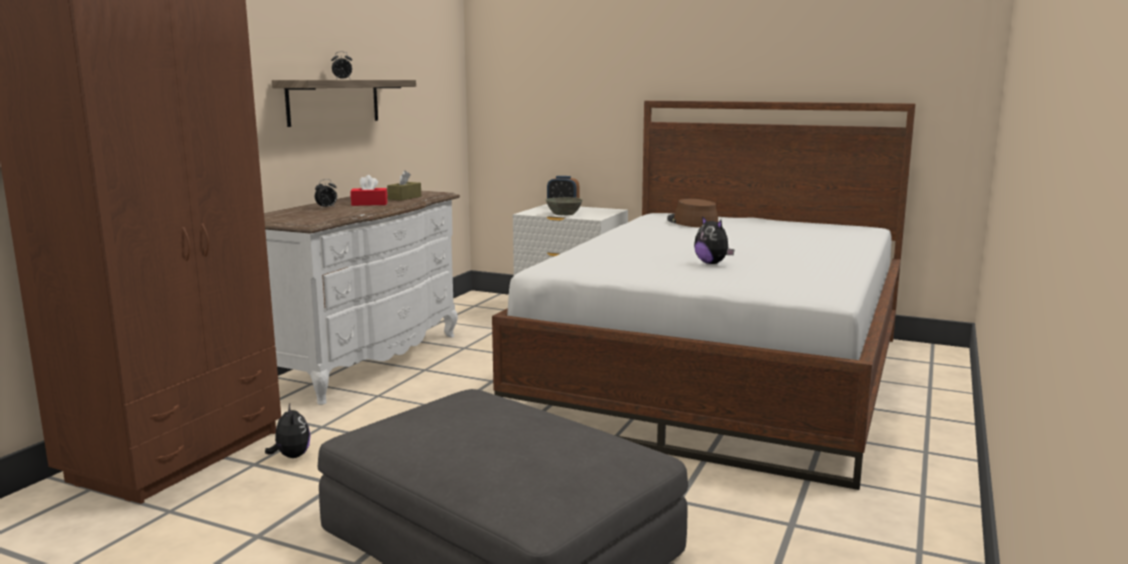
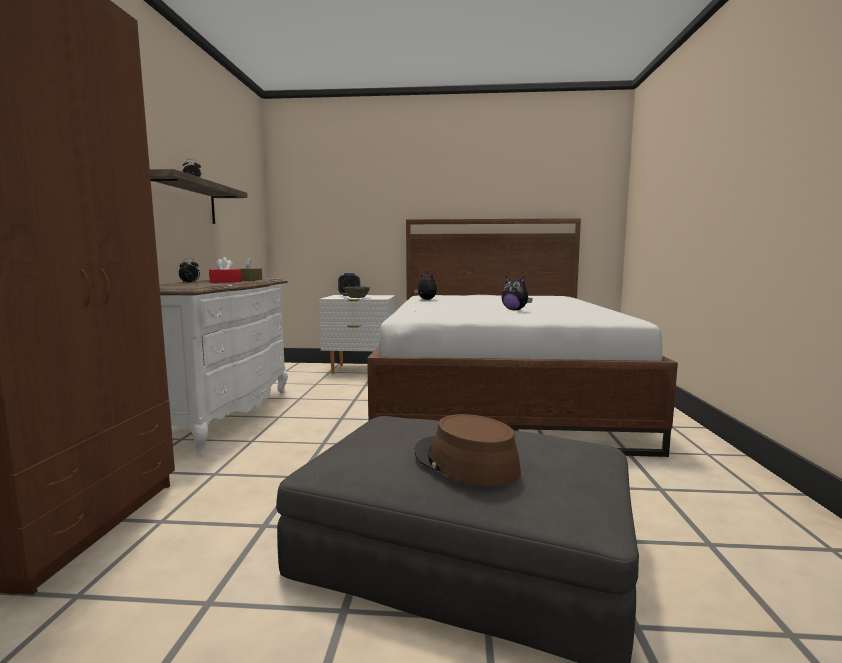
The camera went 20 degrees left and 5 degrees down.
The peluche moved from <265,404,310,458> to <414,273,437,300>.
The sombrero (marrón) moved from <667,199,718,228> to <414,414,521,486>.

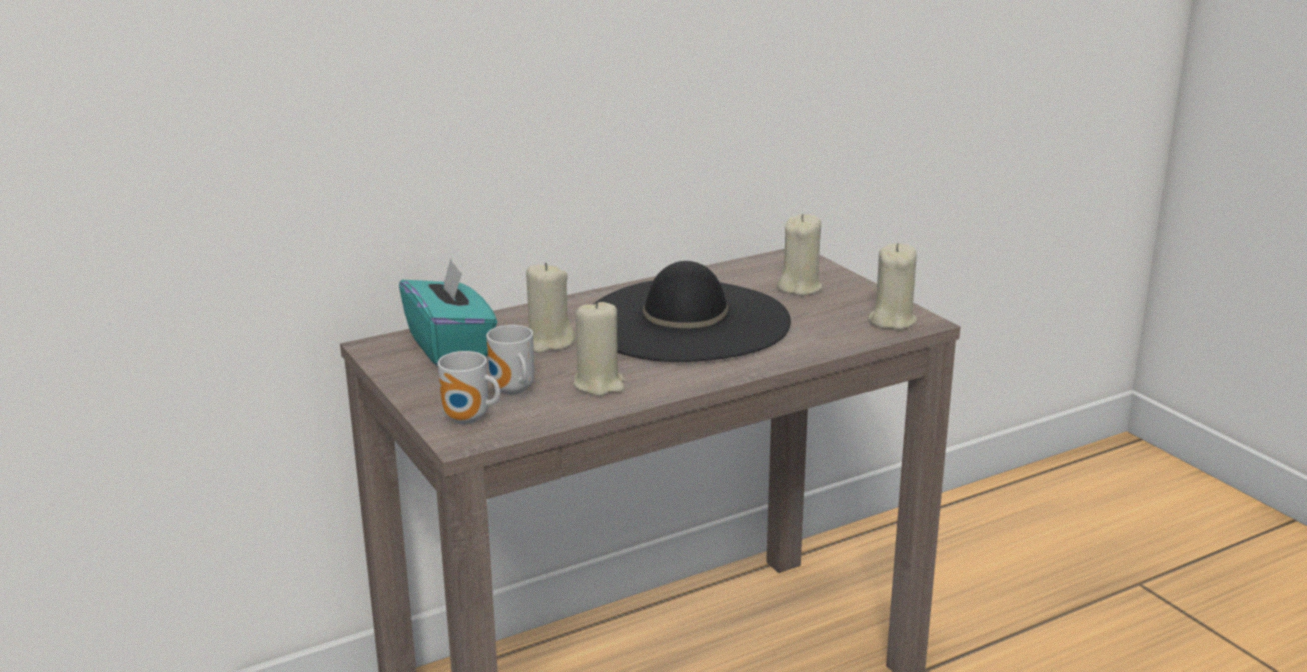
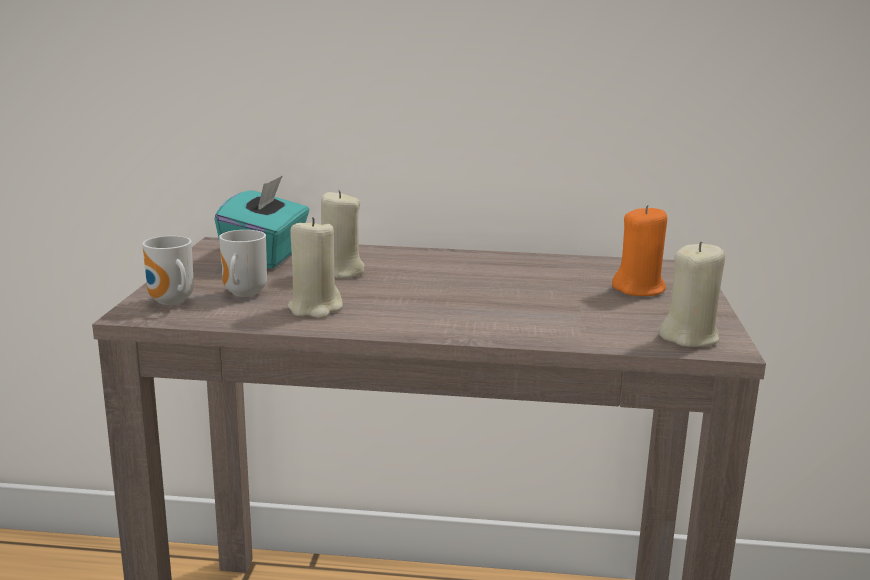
The camera went 35 degrees right and 5 degrees down.
The sombrero (negro) at <594,261,791,362> disappeared.
The vela (beis) at <777,214,823,296> became the vela (naranja) at <612,205,667,296>.

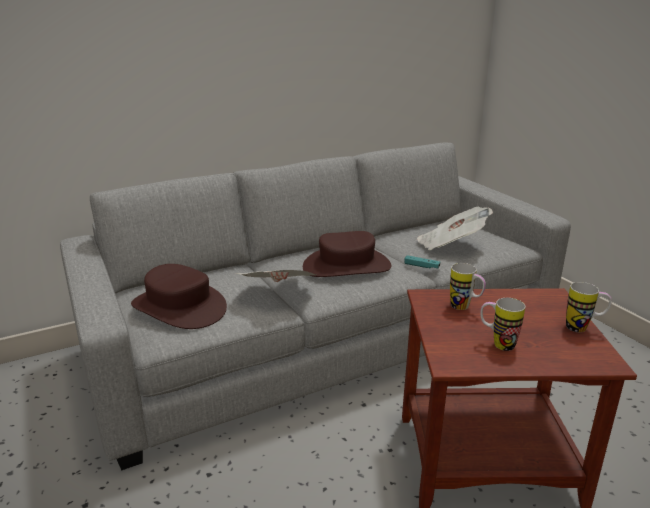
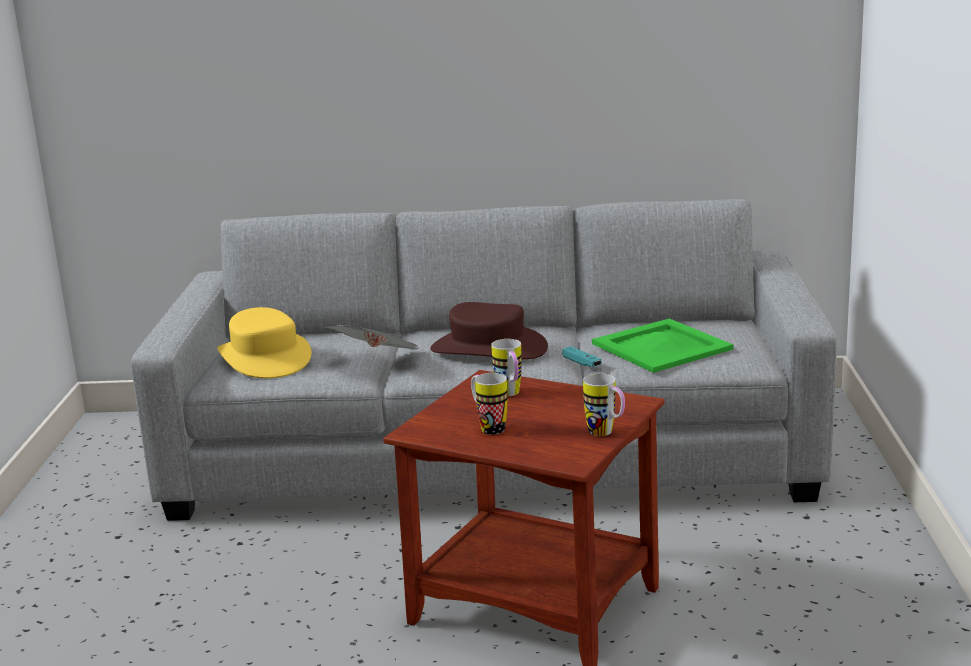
The camera went 30 degrees right and 5 degrees down.
The sombrero (marrón) at <131,264,227,329> became the sombrero (amarillo) at <217,307,311,378>.
The periódico at <417,207,493,250> was replaced by the bandeja (verde) at <592,319,733,373>.

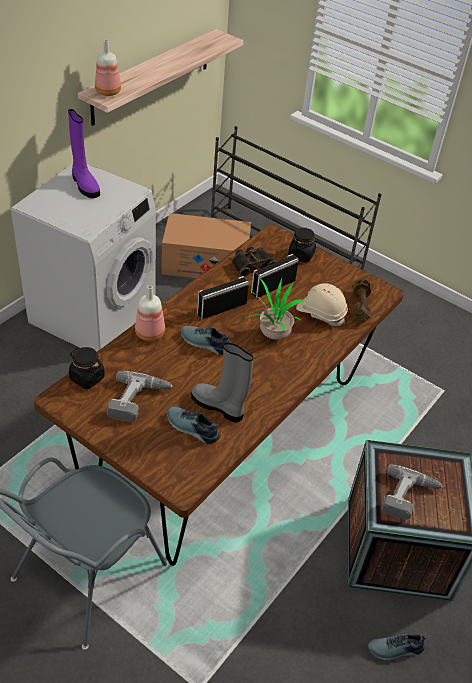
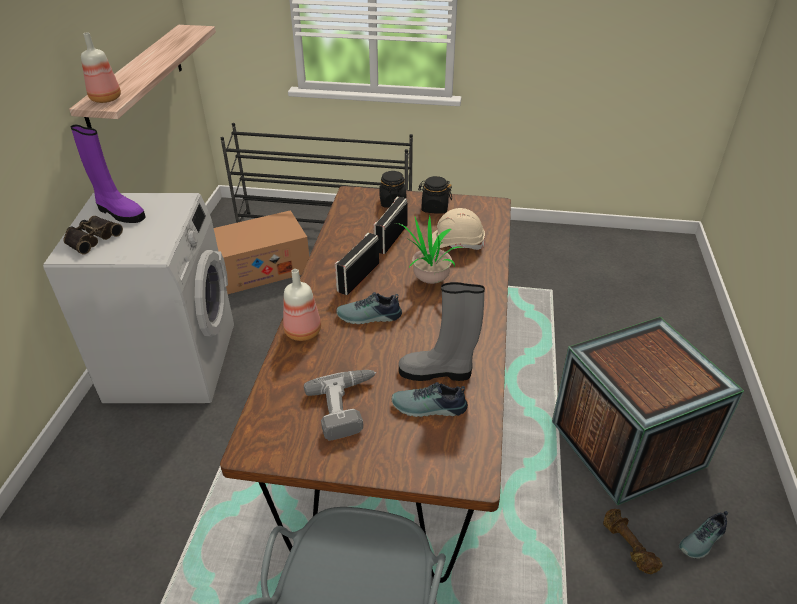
The camera went 25 degrees left and 5 degrees down.
The tarro (negro) moved from <69,347,105,389> to <418,176,452,214>.
The prismáticos moved from <232,247,276,277> to <63,216,123,255>.
The mancuerna (marrón) moved from <353,279,372,323> to <603,509,663,574>.
The taladro at <381,464,443,520> disappeared.

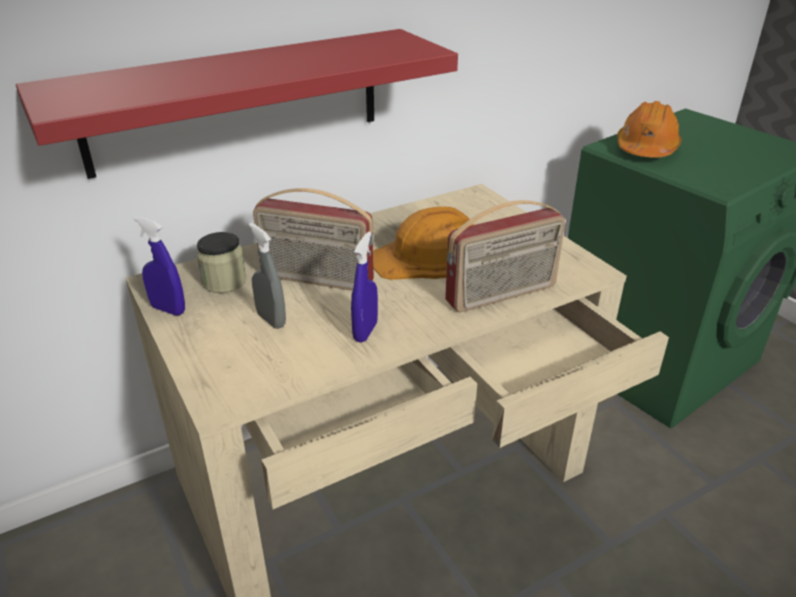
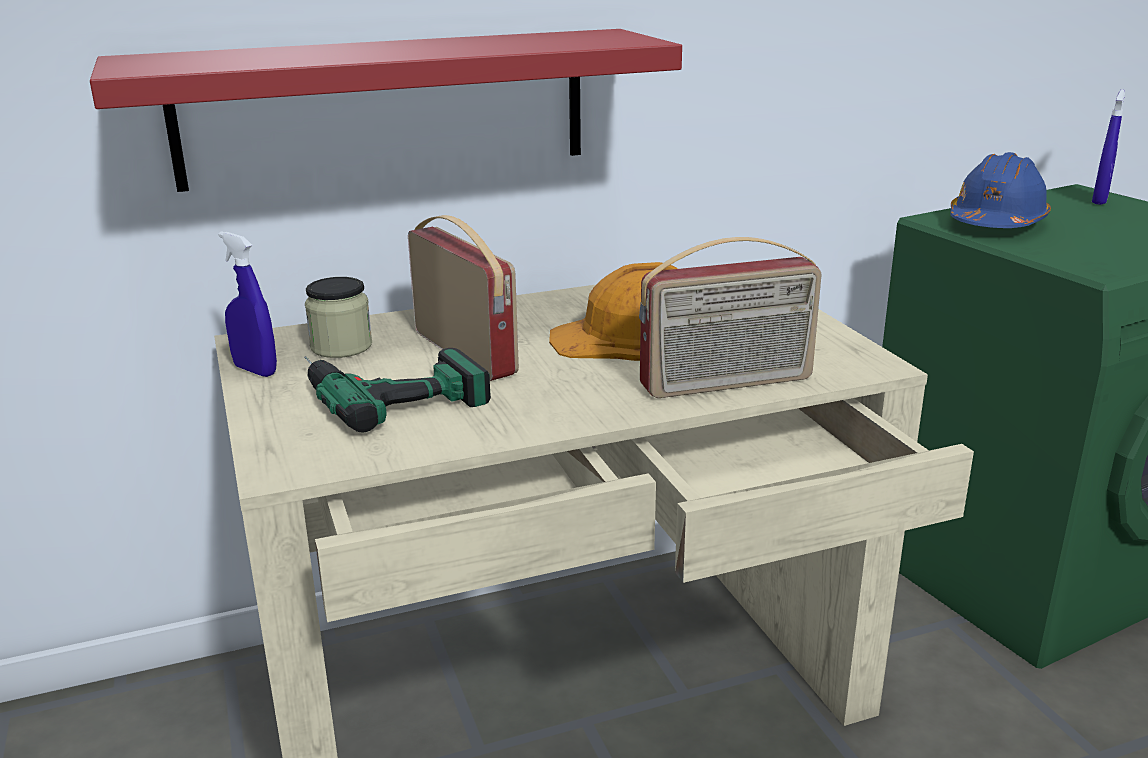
The camera went 10 degrees right and 10 degrees down.
The pulverizador (gris) at <249,223,286,329> was replaced by the taladro at <304,348,491,432>.
The radio at <253,188,374,291> turned 150 degrees counterclockwise.
The pulverizador (azul) moved from <351,231,378,343> to <1092,90,1125,205>.
The casco (naranja) at <617,101,682,157> became the casco (azul) at <950,152,1051,228>.

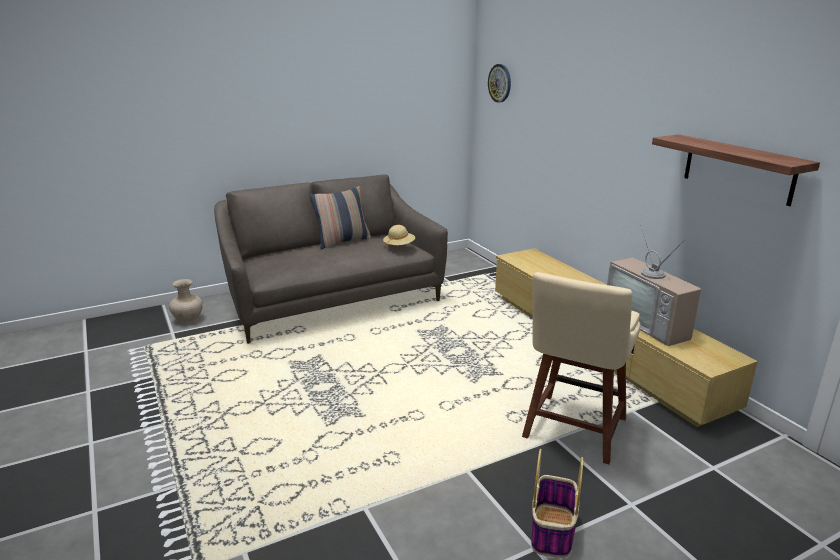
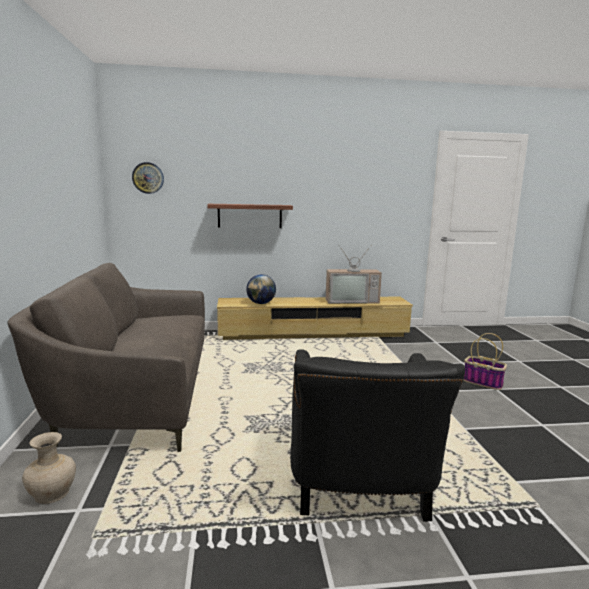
The camera went 70 degrees left and 10 degrees down.
The cojín at <310,186,371,249> disappeared.
The sombrero (beis) at <383,225,415,250> disappeared.
The taburete (beis) at <522,272,641,464> disappeared.
The estante moved from <652,134,820,206> to <207,204,293,228>.
The globo terráqueo at <246,274,276,304> appeared.
The sillón (negro) at <290,350,465,522> appeared.

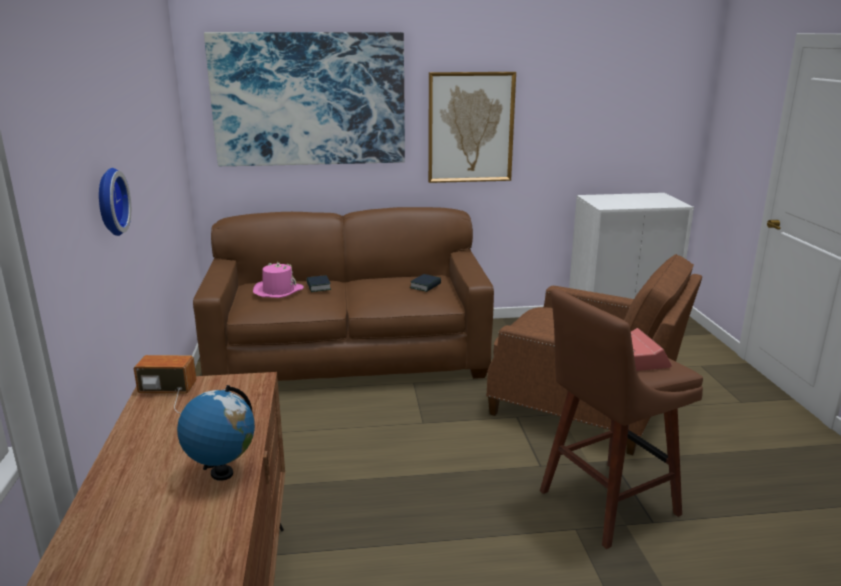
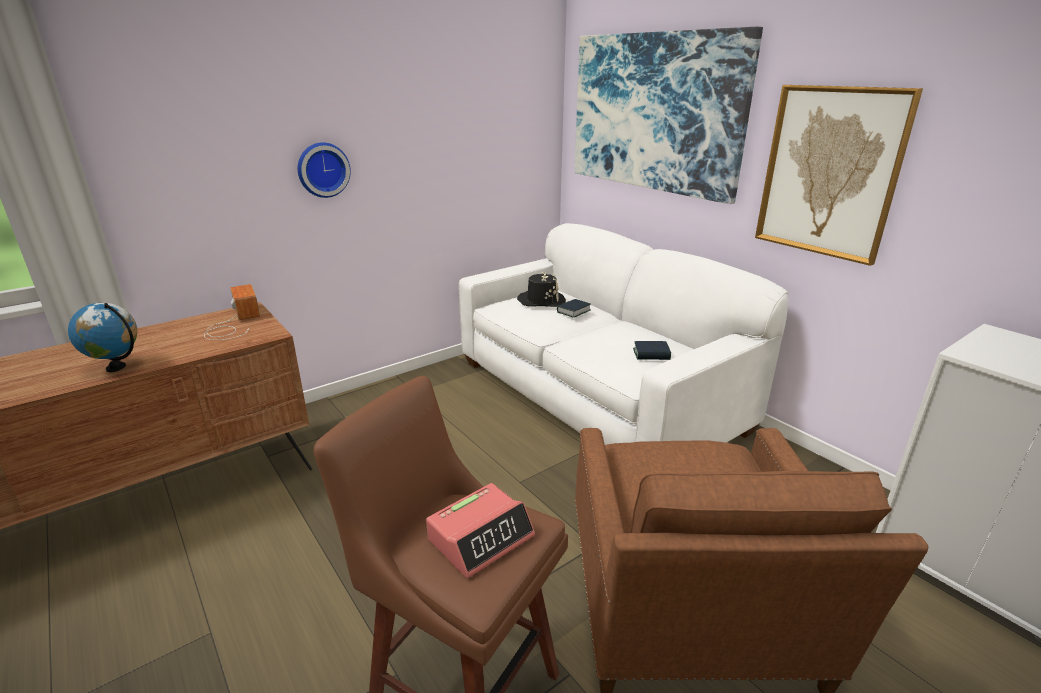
The camera went 60 degrees right and 5 degrees up.
The sofá (marrón) at <193,207,494,381> became the sofá (blanco) at <459,223,788,445>.
The sombrero (rosa) at <253,262,304,298> became the sombrero (negro) at <517,272,566,307>.

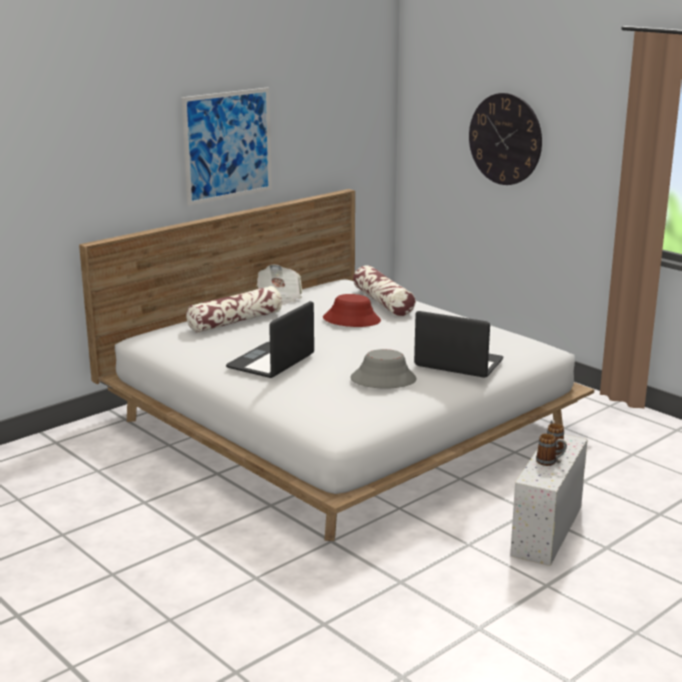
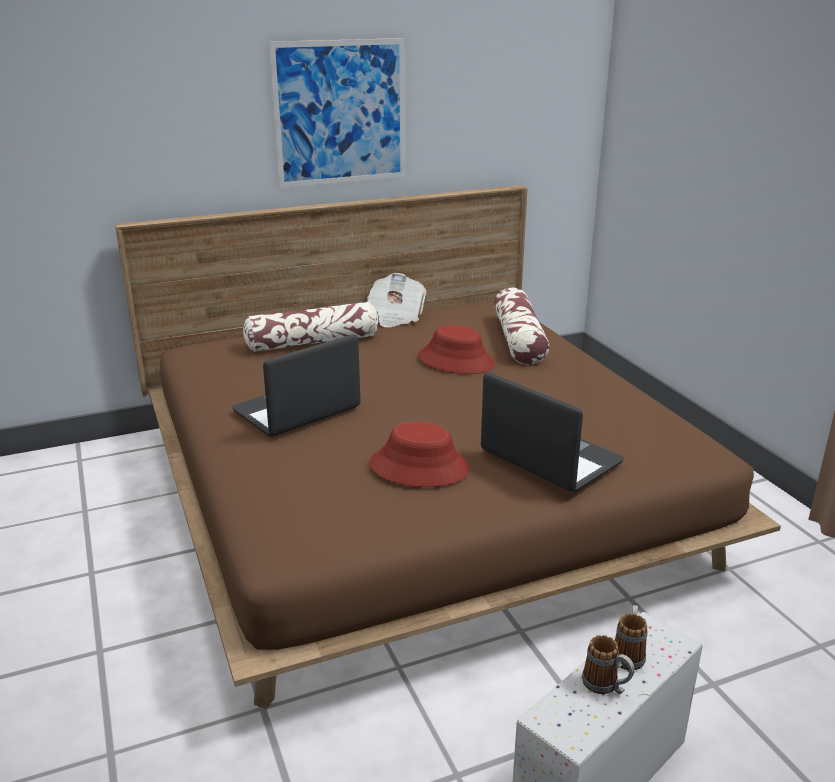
The camera went 20 degrees right and 5 degrees up.
The cama (blanco) at <79,189,595,541> became the cama (marrón) at <115,185,781,709>.
The sombrero (gris) at <350,349,417,389> became the sombrero (rojo) at <369,422,470,487>.
The reloj de pared at <469,93,542,185> disappeared.

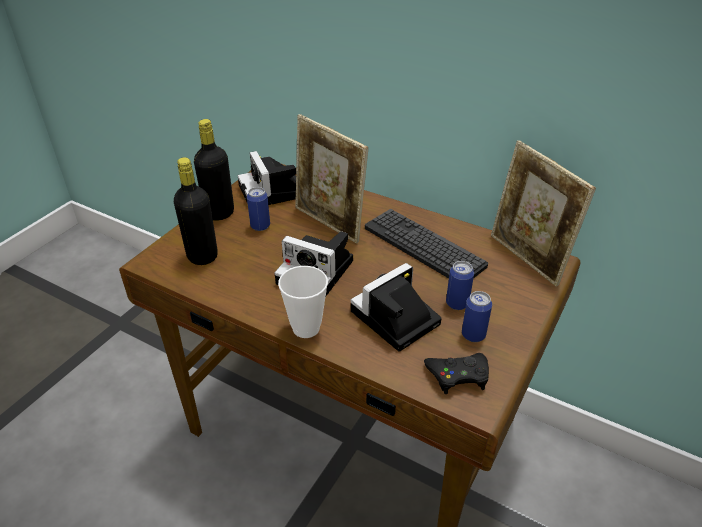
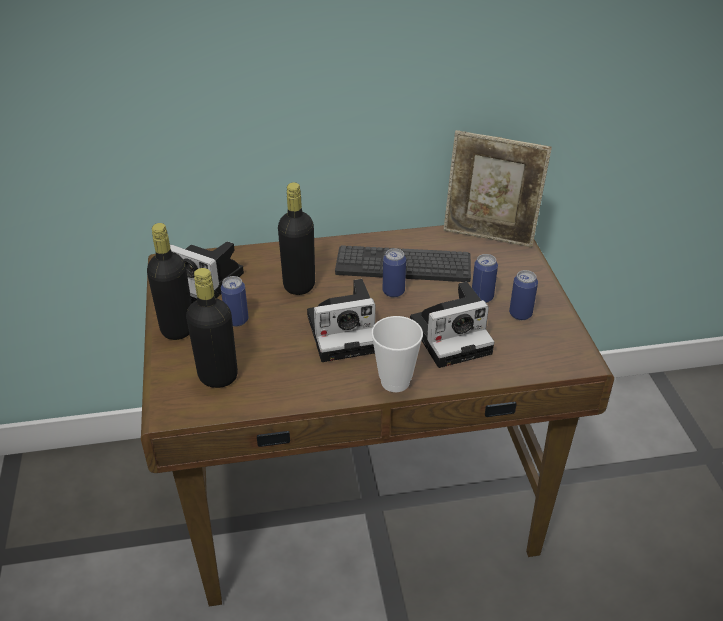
The camera went 40 degrees left and 0 degrees up.
The portarretratos at <295,114,368,244> was replaced by the botella (negro) at <278,182,315,295>.
The cámara at <350,263,442,352> turned 120 degrees counterclockwise.
The mando de consola (negro) at <424,353,489,394> disappeared.
The lata at <383,249,406,298> appeared.

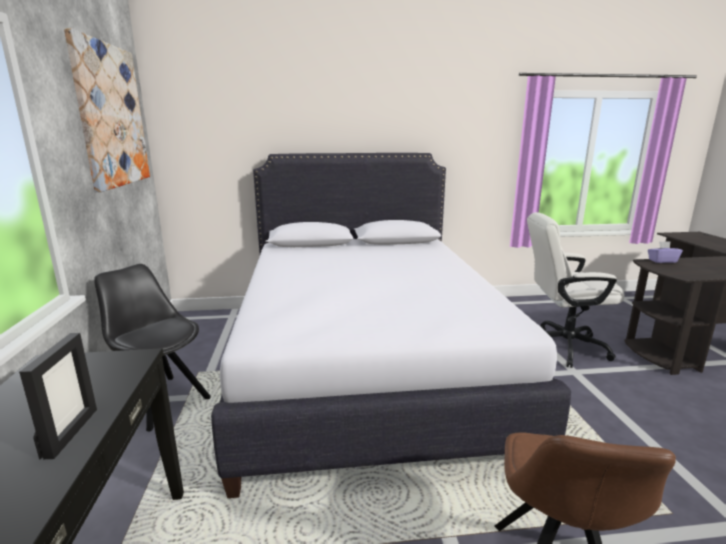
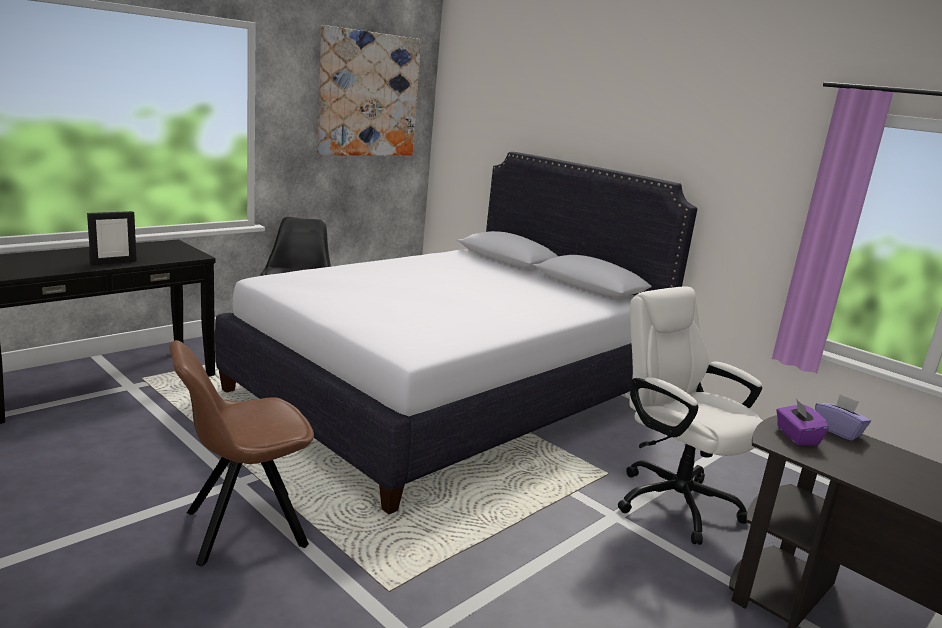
The camera went 50 degrees right and 0 degrees up.
The caja de pañuelos (morado) at <776,399,829,446> appeared.

